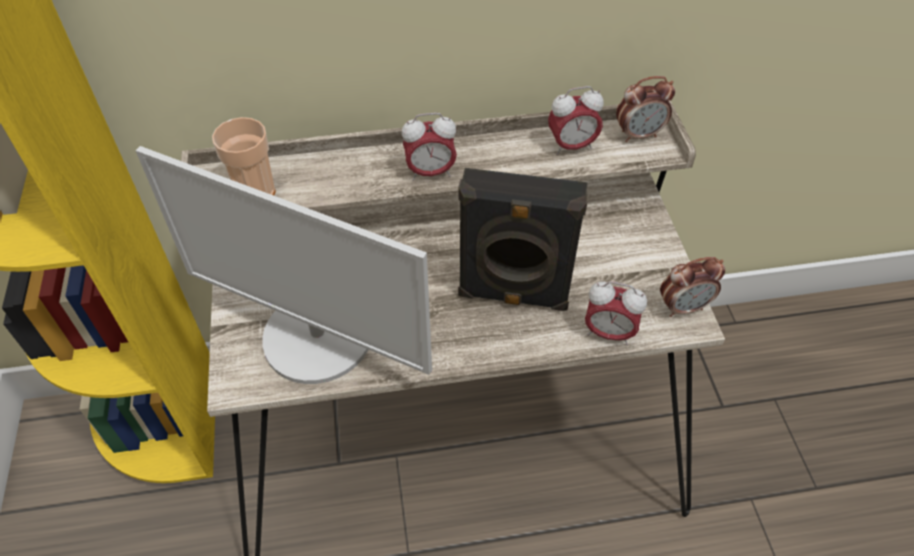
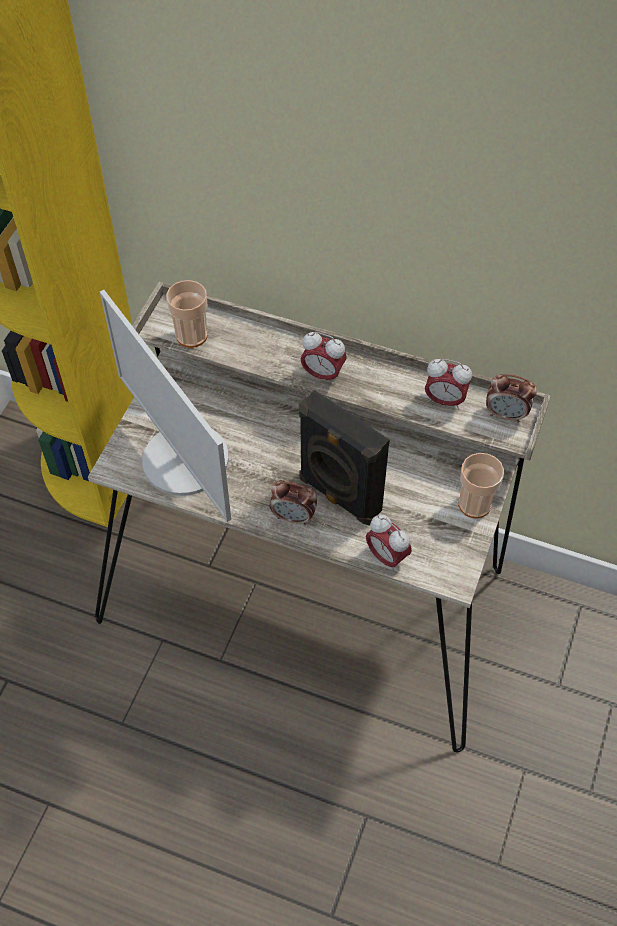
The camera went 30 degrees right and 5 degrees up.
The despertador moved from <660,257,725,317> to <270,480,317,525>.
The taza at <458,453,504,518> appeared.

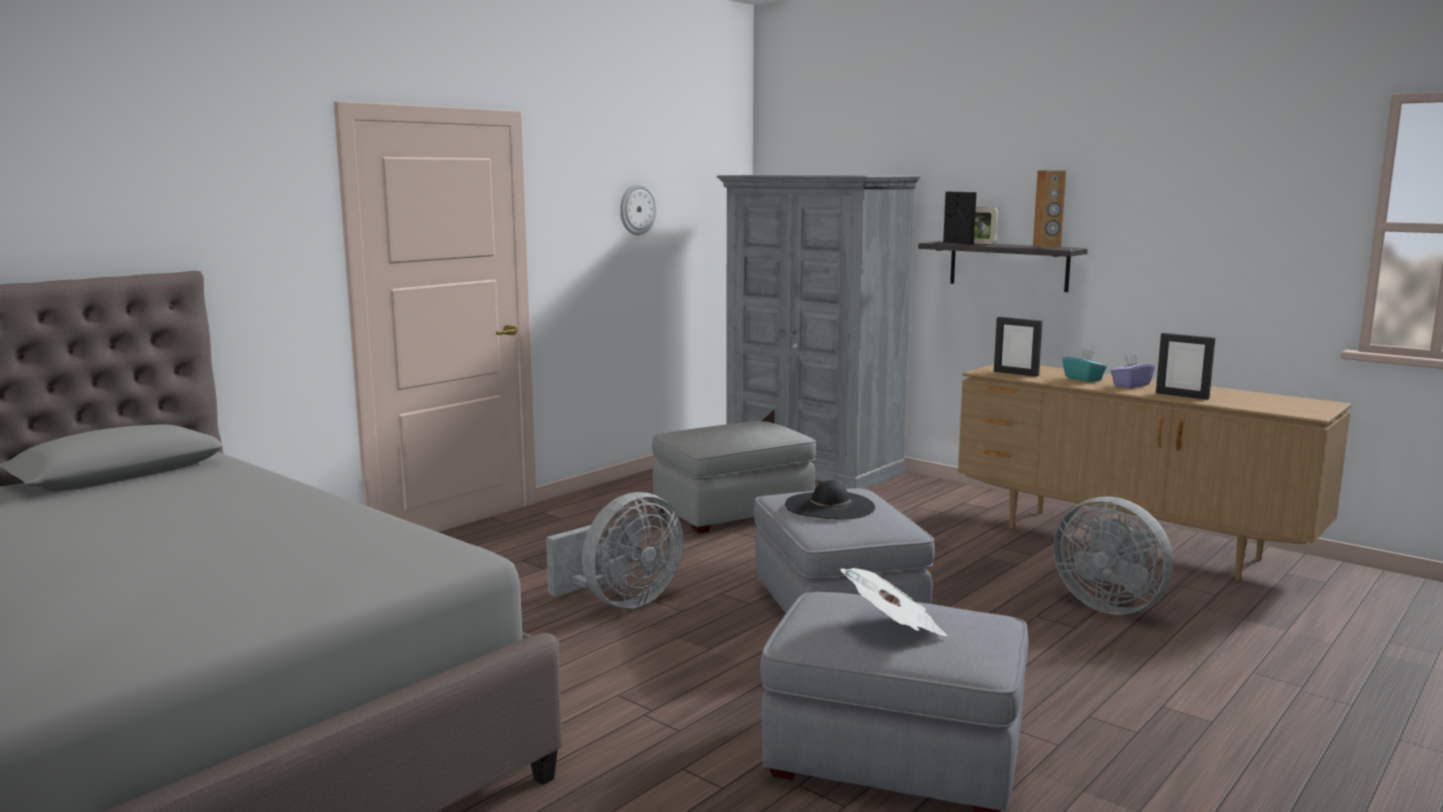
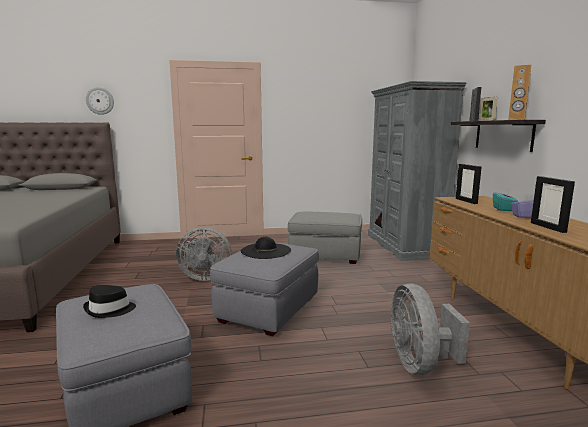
The camera went 40 degrees right and 0 degrees up.
The reloj de pared moved from <620,183,657,235> to <86,87,114,115>.
The periódico at <840,568,948,636> was replaced by the sombrero (negro) at <83,285,136,318>.

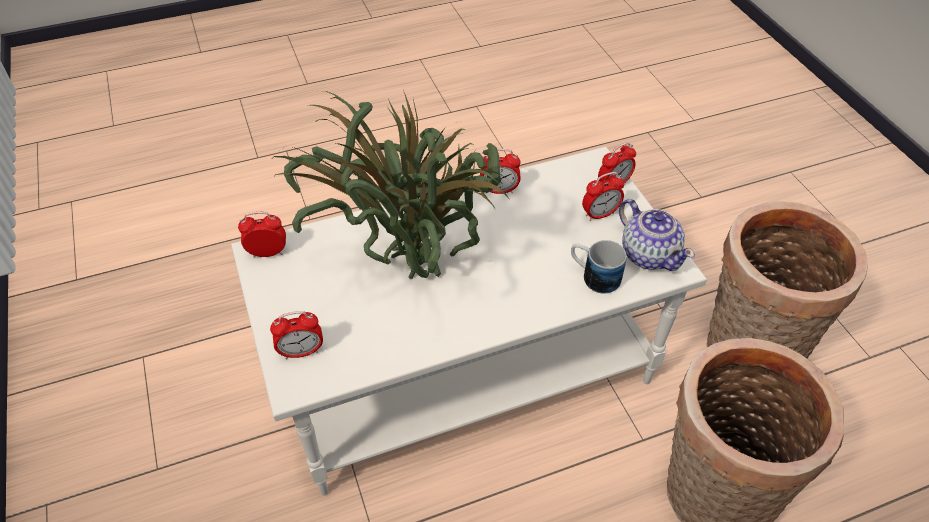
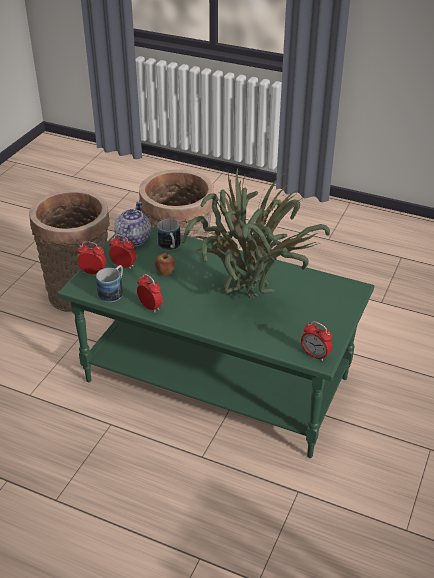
The camera went 135 degrees left and 10 degrees down.
The mesa de centro (blanco) at <231,147,707,496> became the mesa de centro (verde) at <58,227,374,458>.
The despertador at <270,311,323,359> disappeared.
The taza grande at <96,265,123,302> appeared.
The manzana at <155,253,175,276> appeared.

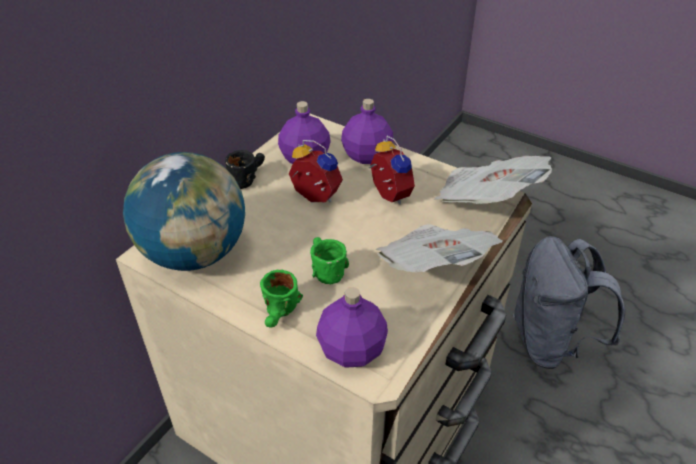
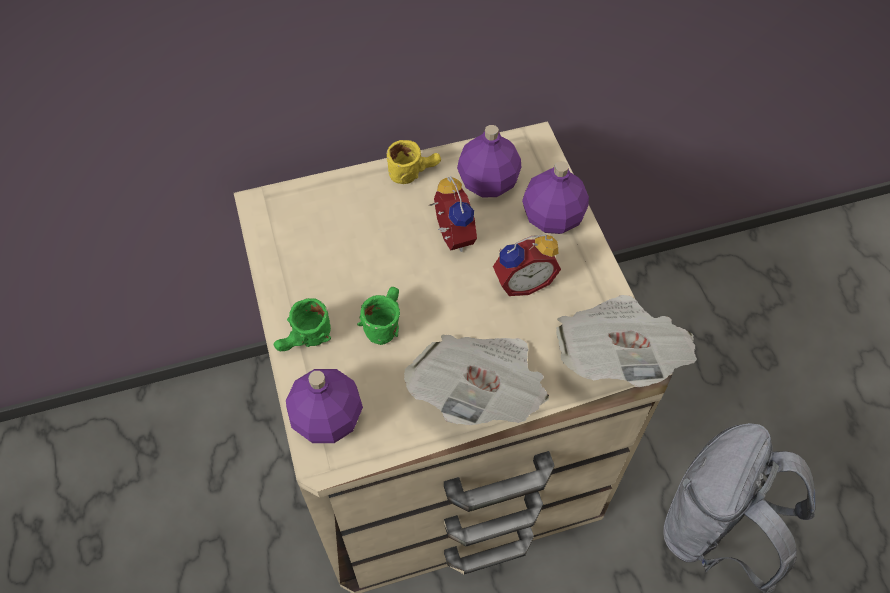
The camera went 40 degrees right and 15 degrees up.
The globo terráqueo at <123,152,245,271> disappeared.
The taza grande (negro) at <225,150,265,189> became the taza grande (amarillo) at <387,140,441,184>.
The despertador at <369,136,415,205> turned 60 degrees clockwise.

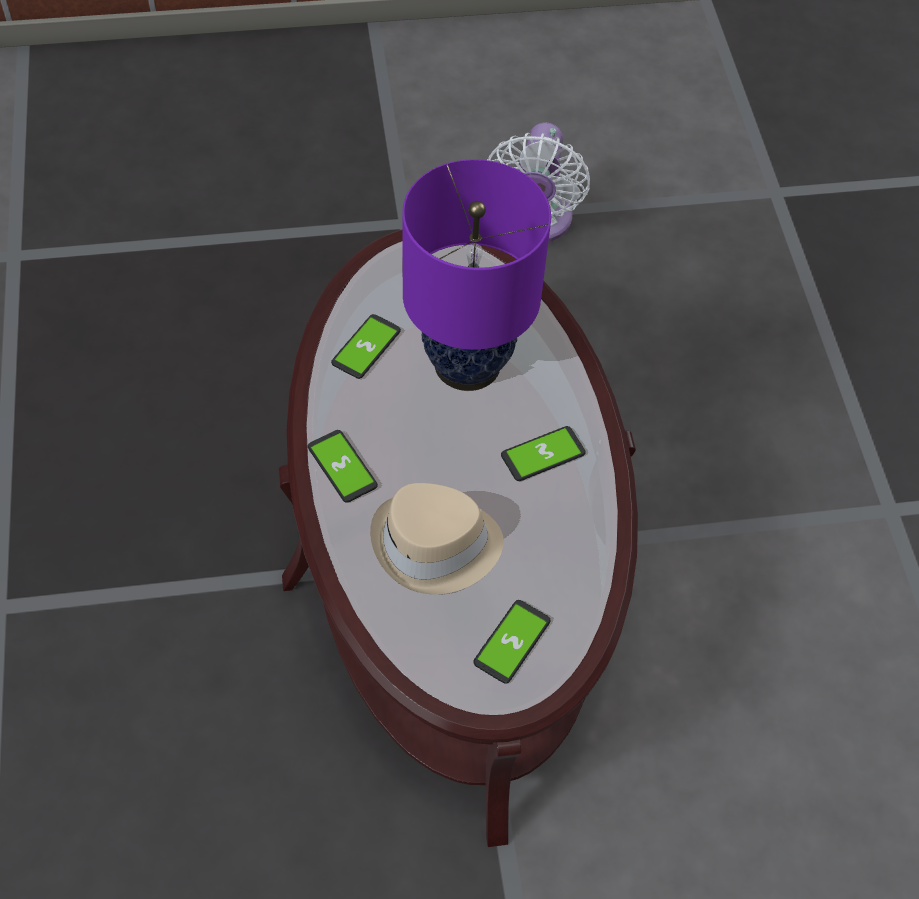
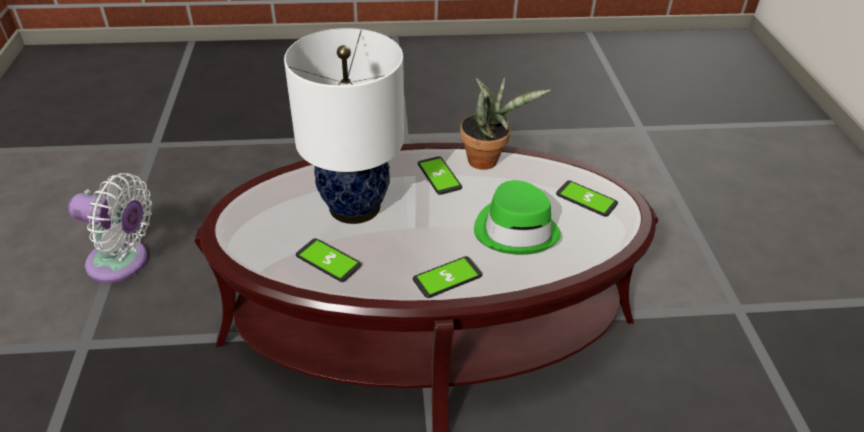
The camera went 85 degrees left and 15 degrees down.
The sombrero (beis) at <370,483,504,594> became the sombrero (verde) at <474,180,561,254>.
The lámpara de mesa (morado) at <402,159,551,391> became the lámpara de mesa (blanco) at <284,28,404,224>.
The planta en maceta at <460,77,551,169> appeared.

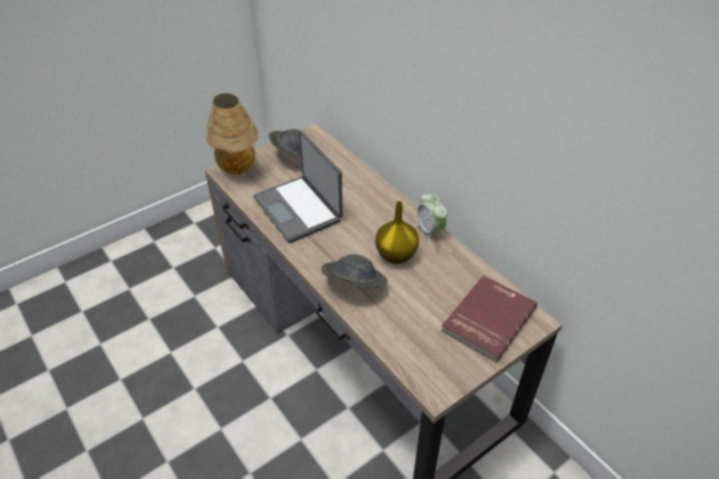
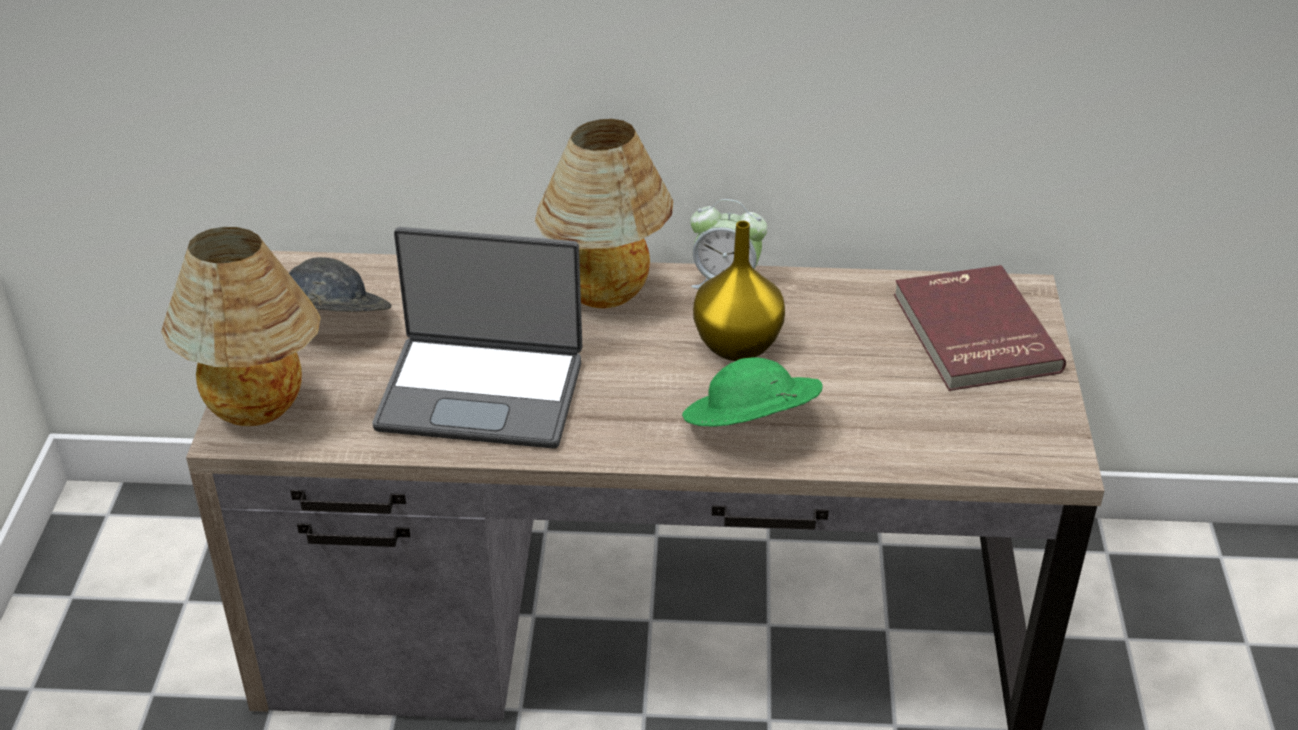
The camera went 50 degrees left and 5 degrees down.
The sombrero (gris) at <321,254,388,288> became the sombrero (verde) at <682,357,823,427>.
The lámpara de mesa at <535,119,673,308> appeared.

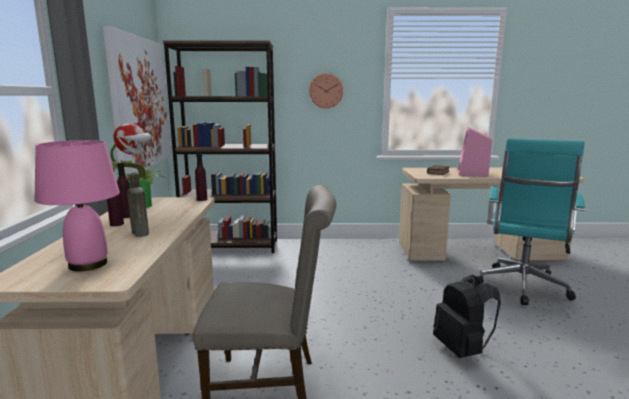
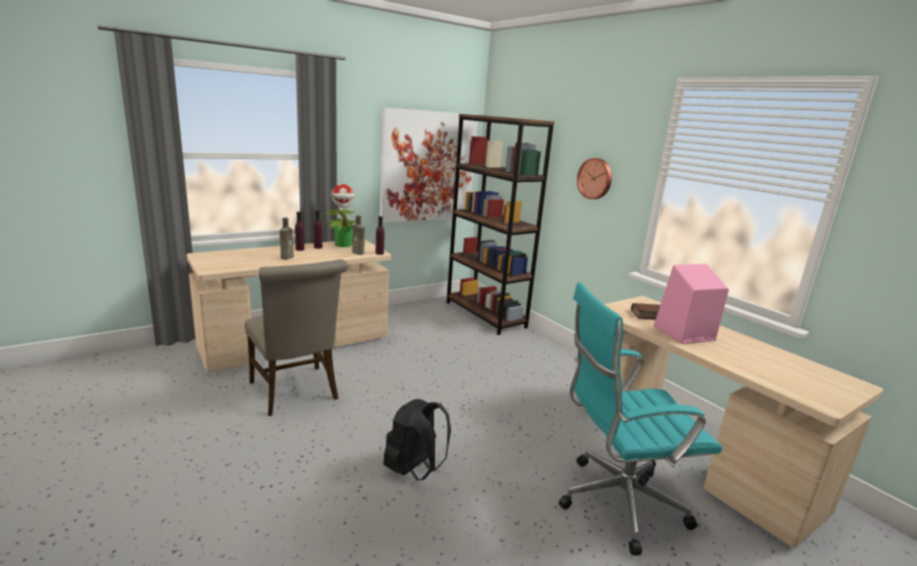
The camera went 55 degrees right and 5 degrees up.
The lámpara de mesa (rosa) at <34,140,120,271> disappeared.
The botella (marrón) at <352,215,365,255> appeared.

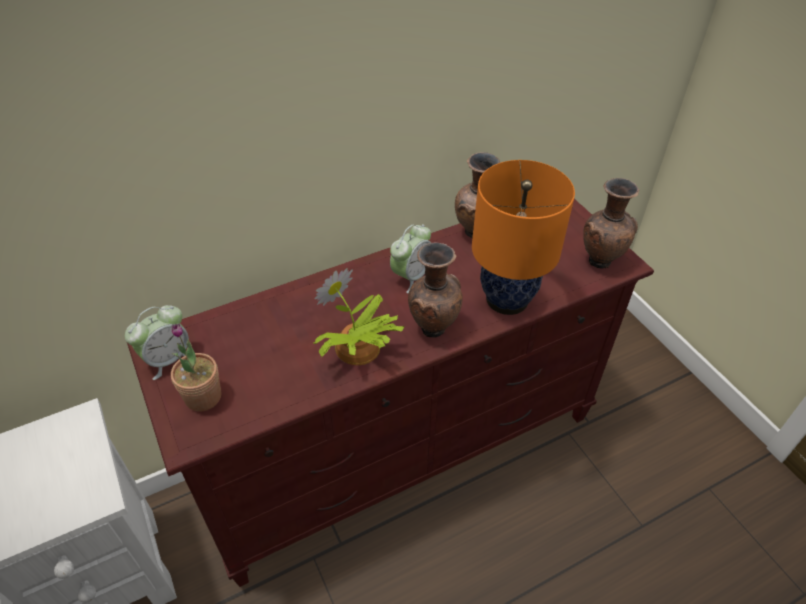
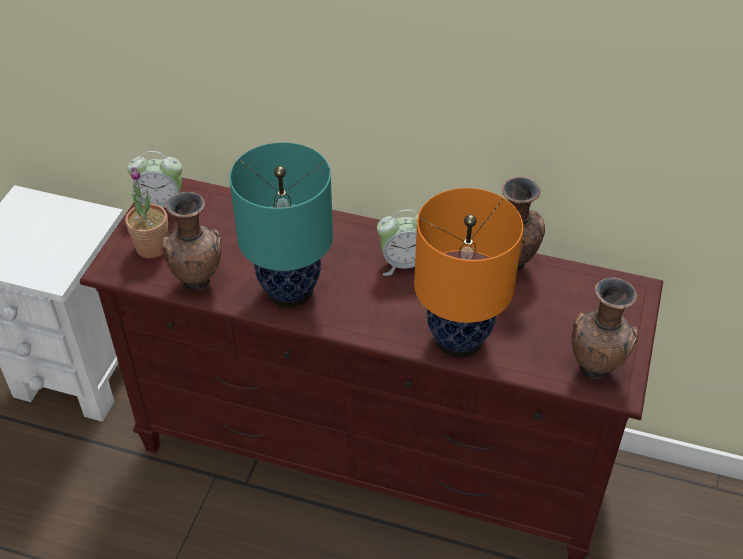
The camera went 45 degrees right and 0 degrees up.
The planta en maceta at <313,268,405,365> was replaced by the lámpara de mesa (turquesa) at <229,142,333,307>.
The florero (marrón) moved from <408,243,462,337> to <162,192,222,291>.

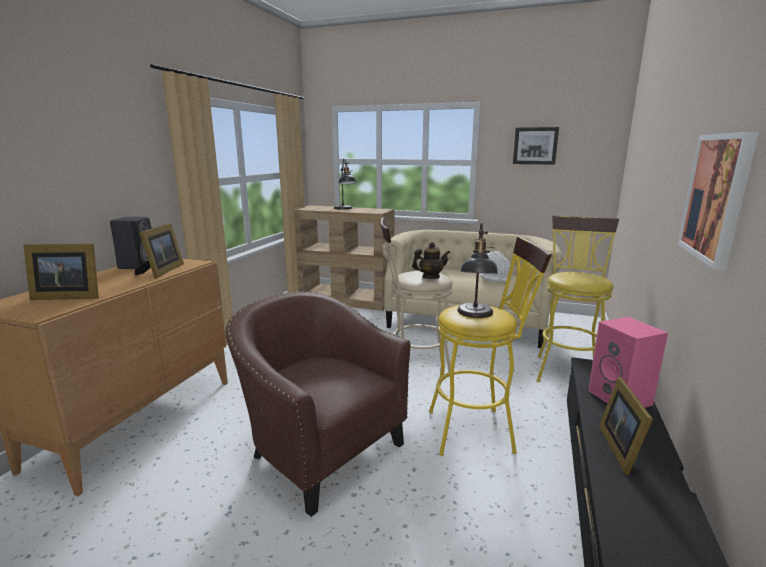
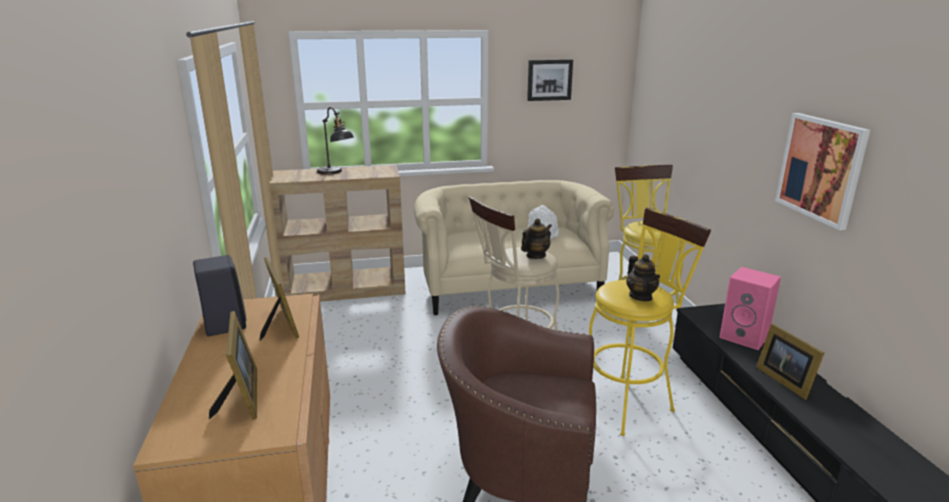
The camera went 30 degrees left and 5 degrees up.
The portarretratos at <24,244,99,300> turned 75 degrees counterclockwise.
The lámpara de mesa (gris) at <457,222,498,318> was replaced by the tetera at <626,254,660,301>.

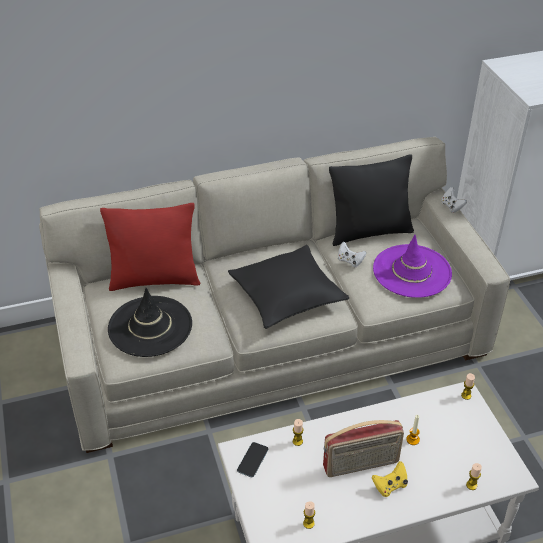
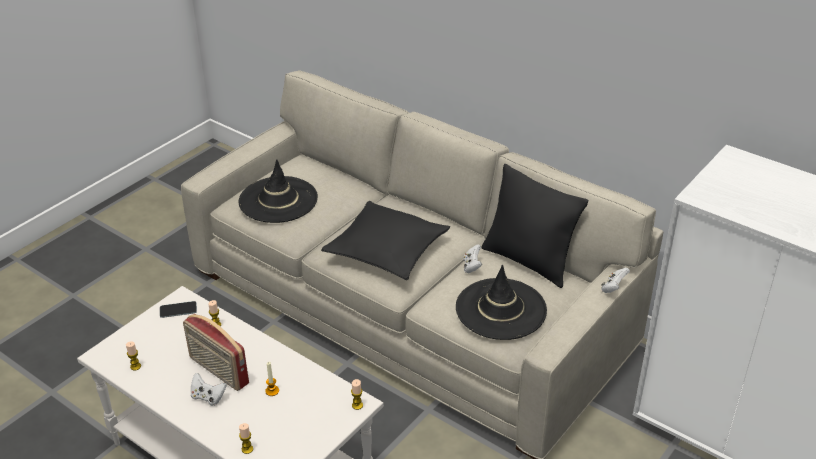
The camera went 55 degrees right and 5 degrees down.
The cojín (rojo) at <100,203,200,291> disappeared.
The mando de consola (amarillo) at <372,461,408,497> became the mando de consola (blanco) at <191,373,227,406>.
The sombrero (morado) at <373,235,452,298> became the sombrero (negro) at <456,265,547,340>.

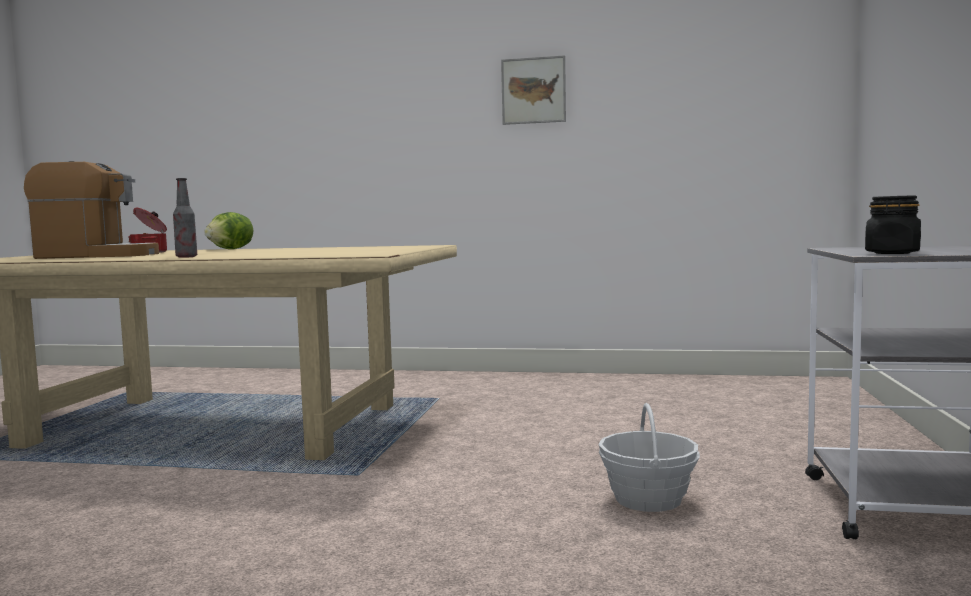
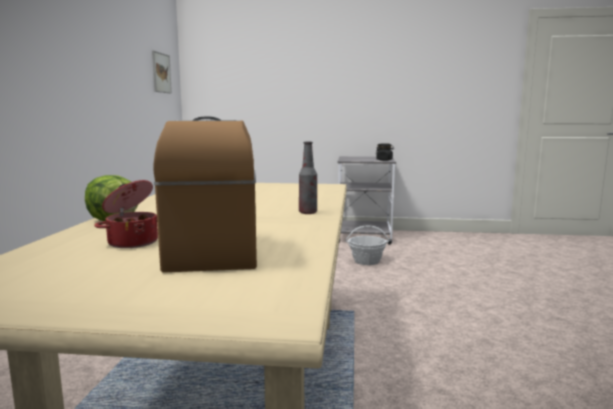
The camera went 95 degrees left and 5 degrees up.
The cuadro moved from <501,55,566,125> to <152,51,172,93>.

